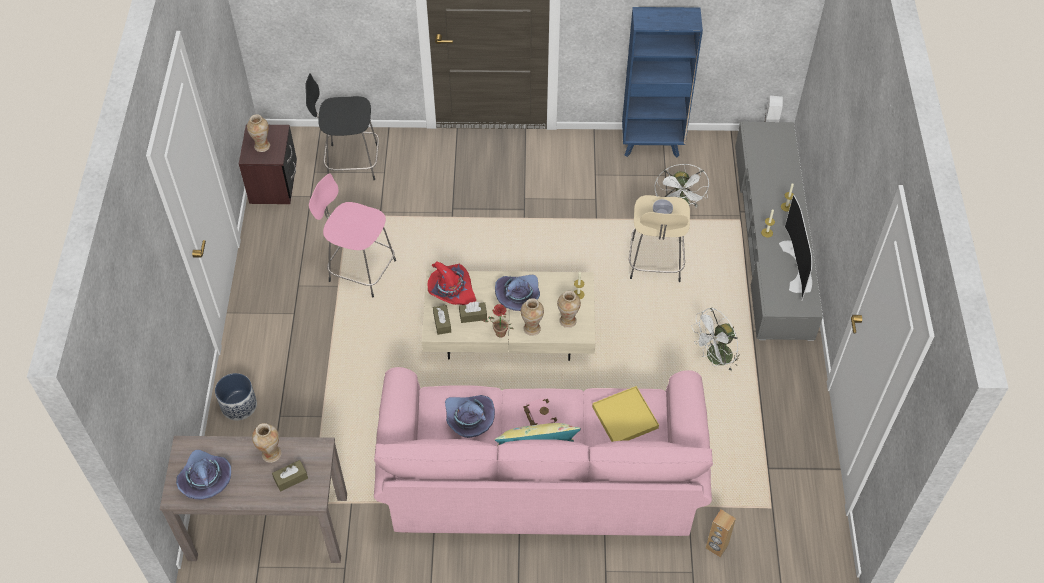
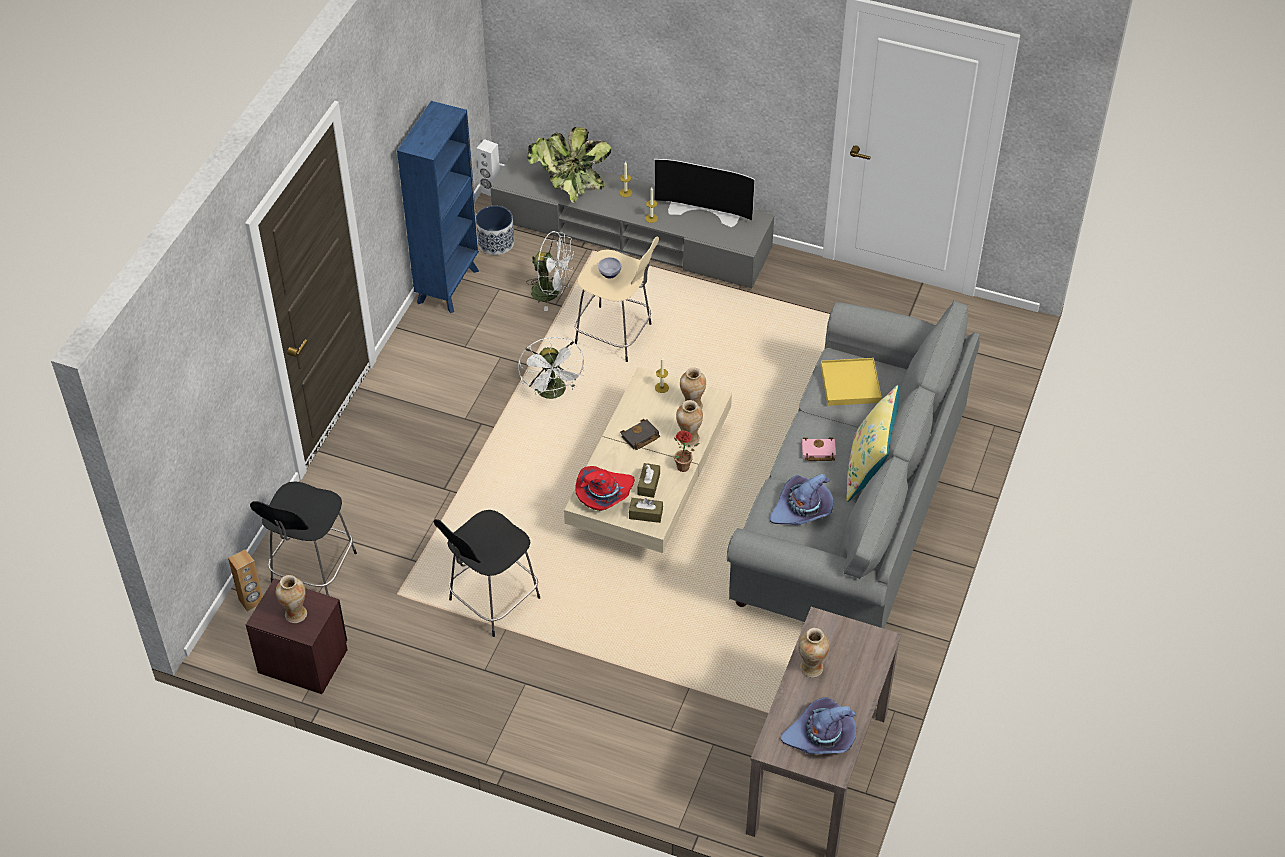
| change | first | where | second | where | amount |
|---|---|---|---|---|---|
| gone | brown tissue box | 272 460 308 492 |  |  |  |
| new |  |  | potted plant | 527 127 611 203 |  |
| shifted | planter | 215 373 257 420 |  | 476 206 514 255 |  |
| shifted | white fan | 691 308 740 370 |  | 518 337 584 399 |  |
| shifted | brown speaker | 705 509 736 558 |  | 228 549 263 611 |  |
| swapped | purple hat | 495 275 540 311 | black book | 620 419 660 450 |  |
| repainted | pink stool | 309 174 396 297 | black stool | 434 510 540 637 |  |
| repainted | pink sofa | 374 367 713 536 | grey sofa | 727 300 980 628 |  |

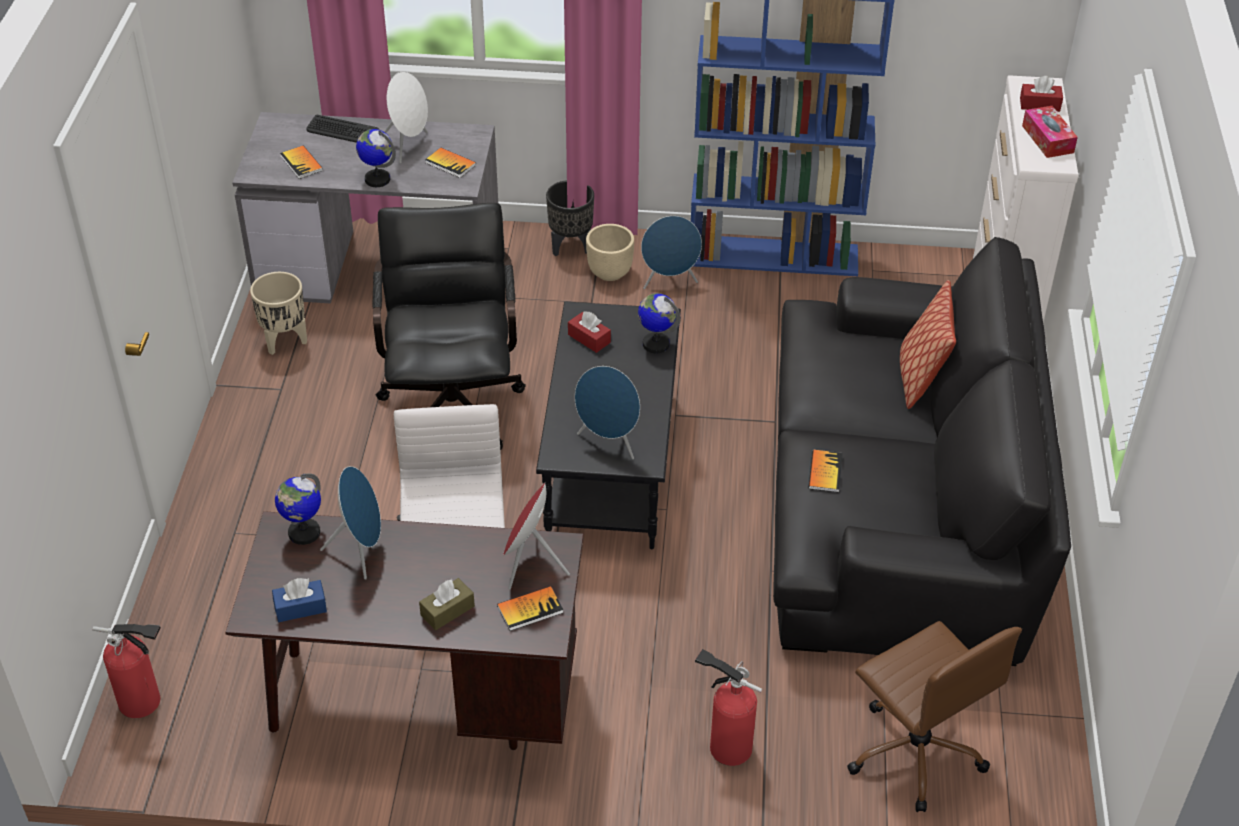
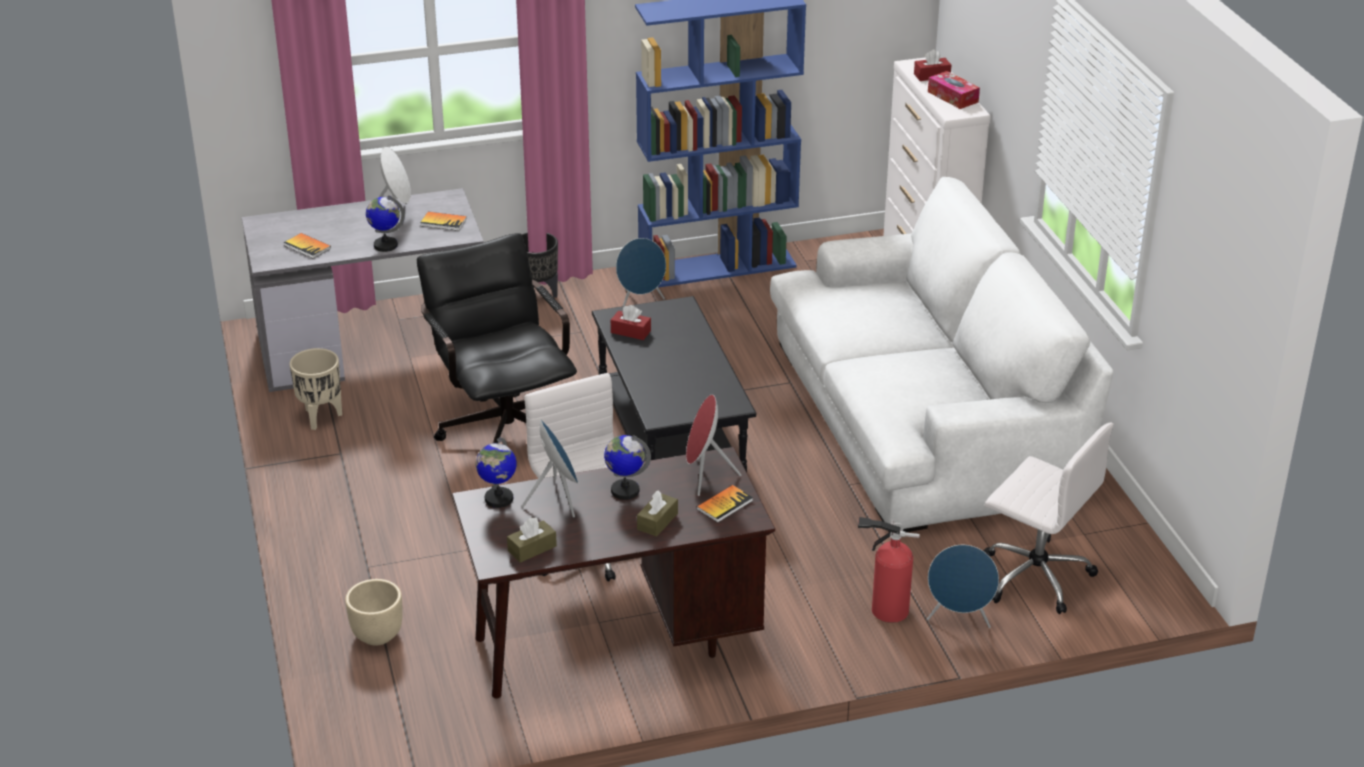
| change | first | where | second | where | amount |
|---|---|---|---|---|---|
| gone | fire extinguisher | 93 619 161 718 |  |  |  |
| gone | keyboard | 306 115 379 143 |  |  |  |
| gone | book | 809 450 843 492 |  |  |  |
| gone | pillow | 900 280 956 409 |  |  |  |
| shifted | blue speaker | 575 366 640 460 |  | 927 545 999 628 |  |
| shifted | beige planter | 586 224 634 281 |  | 345 579 402 646 |  |
| shifted | globe | 638 293 681 353 |  | 604 435 651 500 |  |
| repainted | blue tissue box | 272 578 327 622 | brown tissue box | 507 518 557 563 |  |
| repainted | black sofa | 773 237 1071 666 | white sofa | 770 177 1113 532 |  |
| repainted | brown office chair | 847 621 1022 812 | white office chair | 984 423 1114 614 |  |

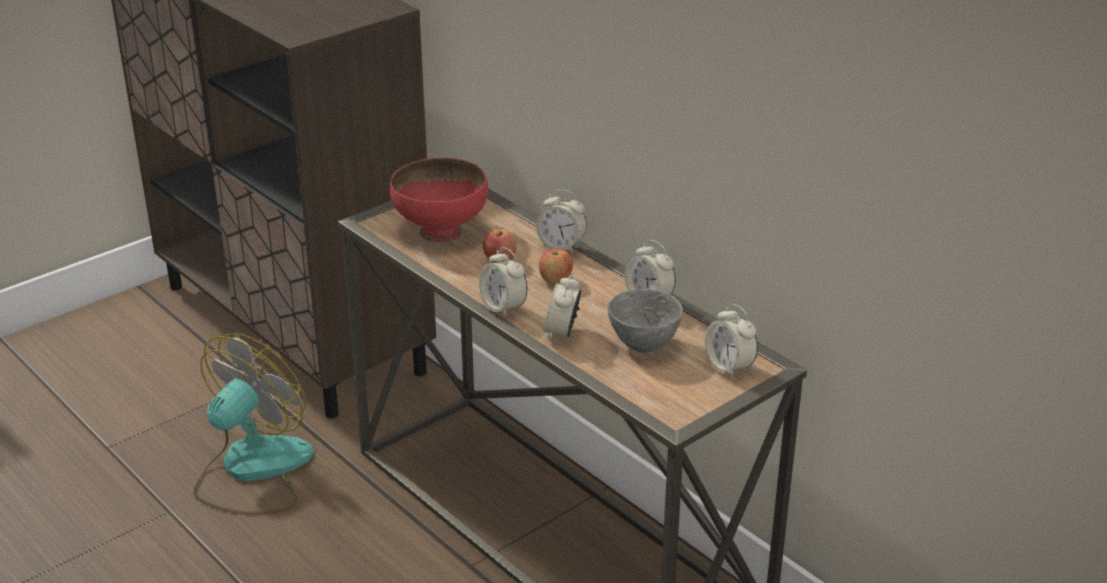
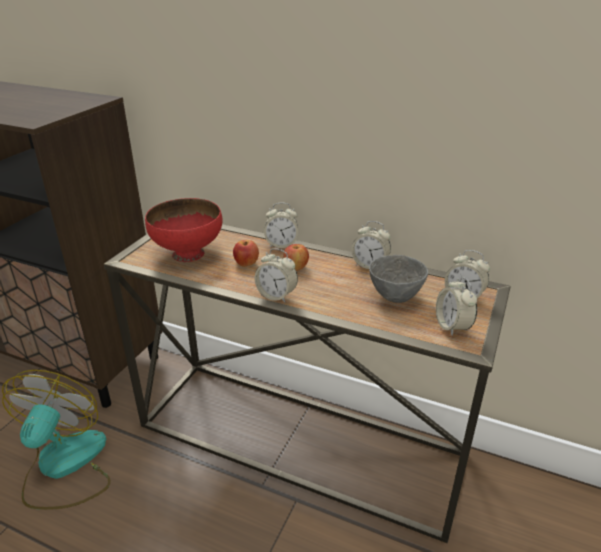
| change | first | where | second | where | amount |
|---|---|---|---|---|---|
| shifted | alarm clock | 544 273 581 341 |  | 436 277 477 336 |  |

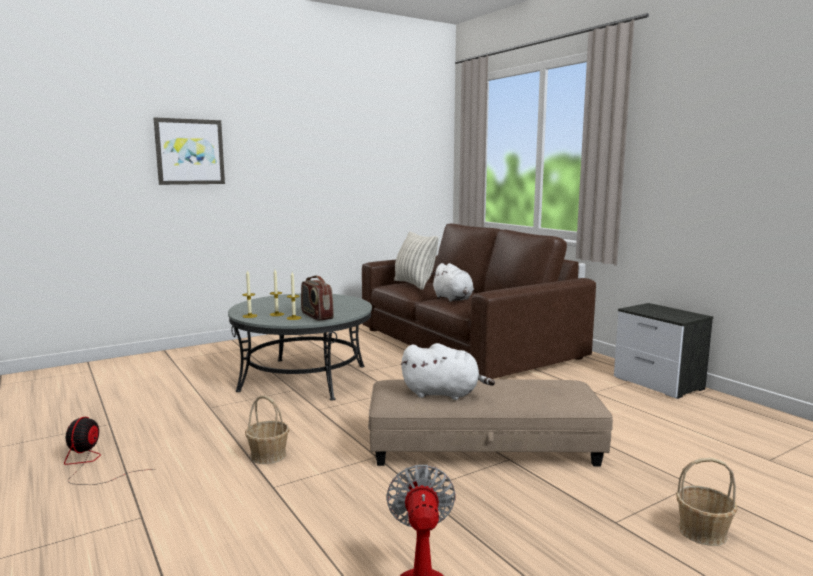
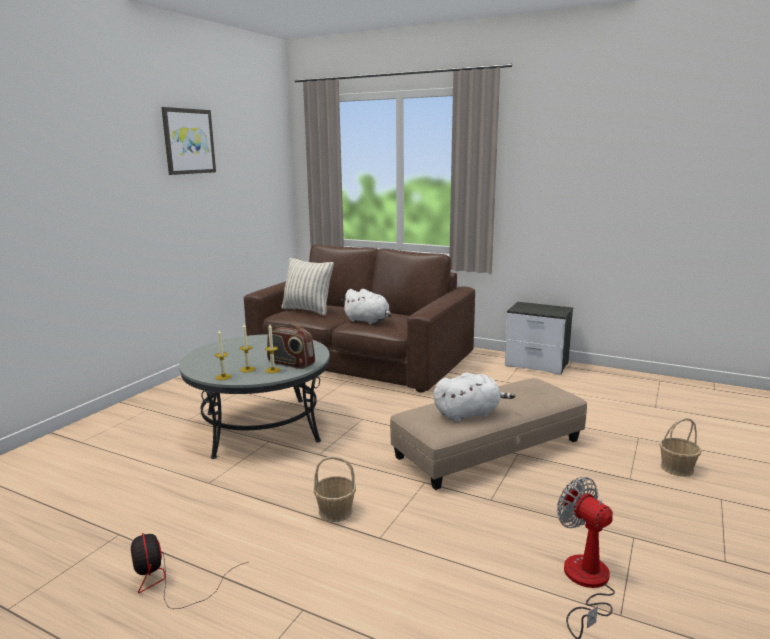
| change | first | where | second | where | amount |
|---|---|---|---|---|---|
| shifted | picture | 153 117 225 185 |  | 161 107 216 175 |  |

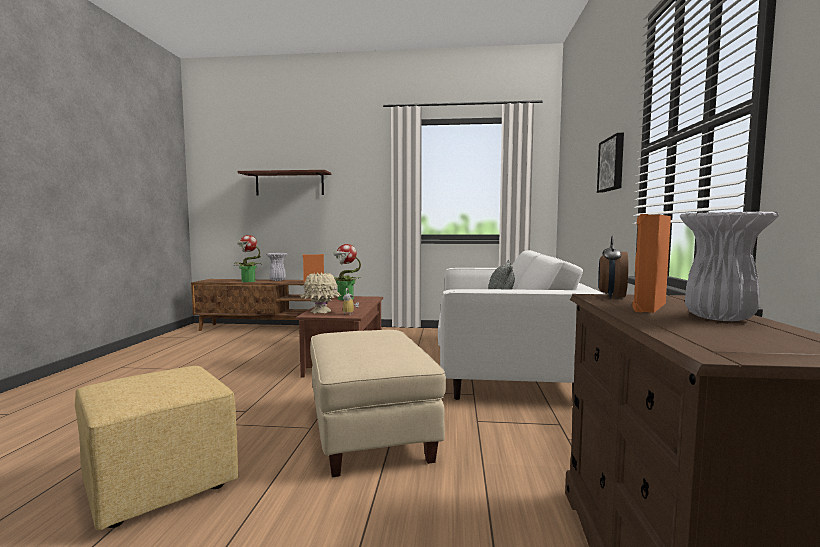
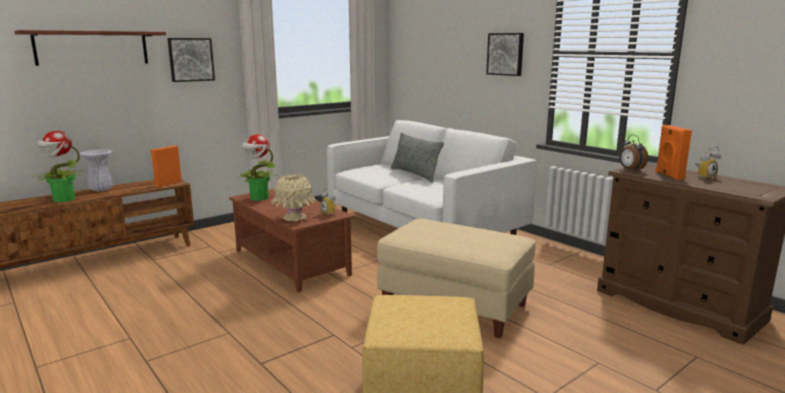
| change | first | where | second | where | amount |
|---|---|---|---|---|---|
| new |  |  | picture | 167 38 215 82 |  |
| swapped | white vase | 680 212 779 321 | alarm clock | 695 145 721 179 |  |

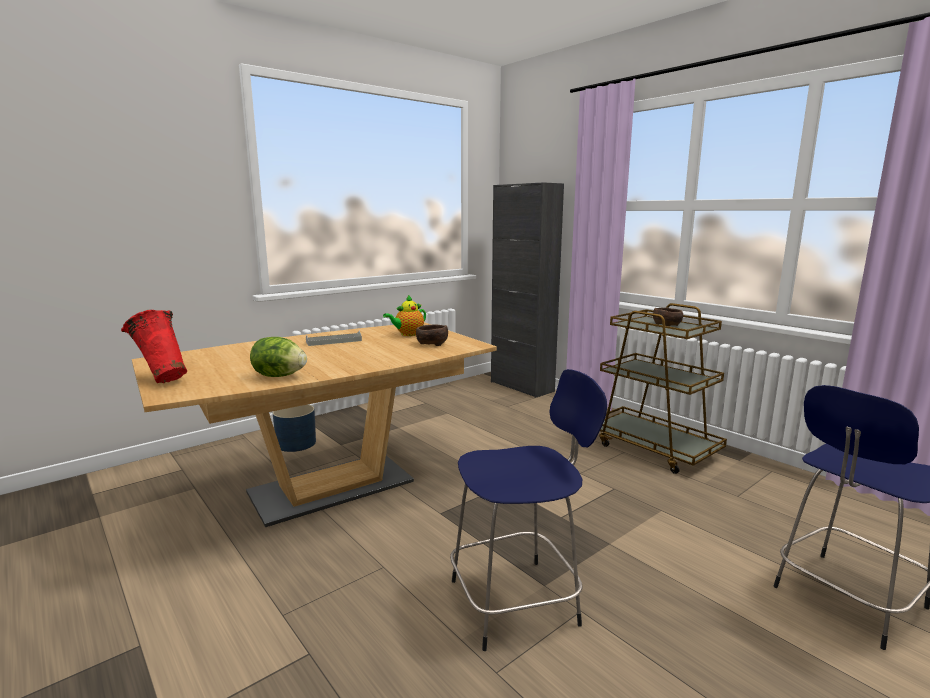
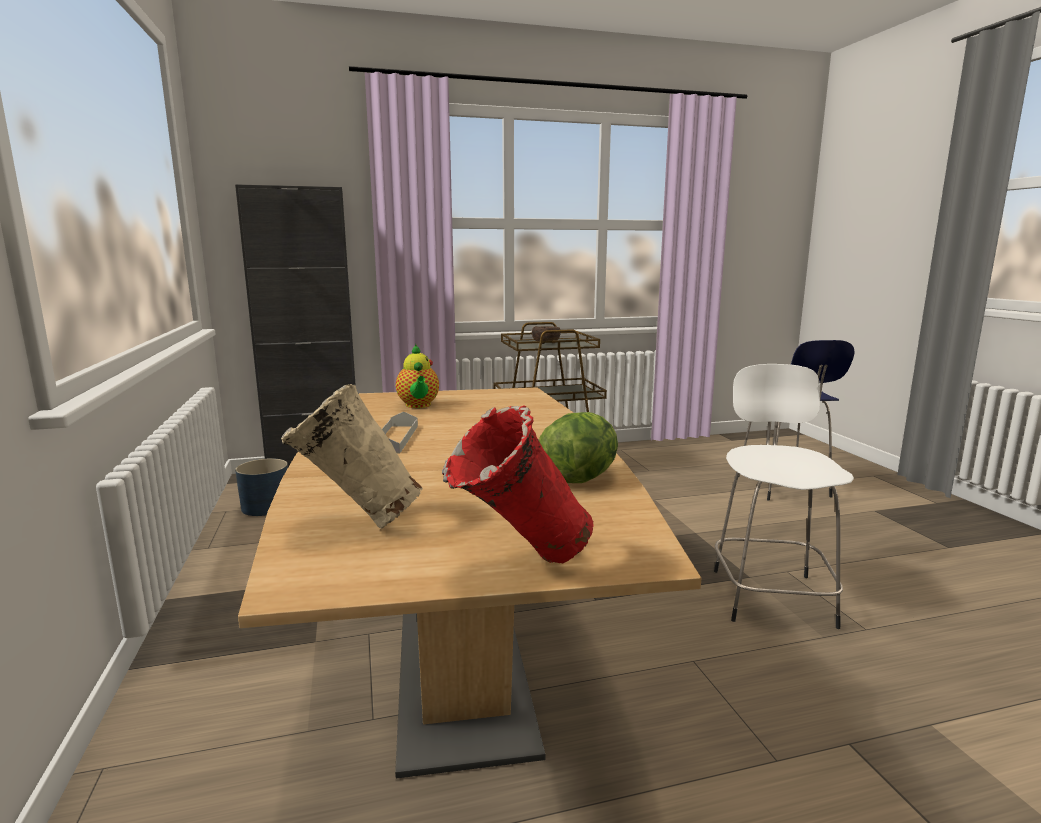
| change | first | where | second | where | amount |
|---|---|---|---|---|---|
| gone | brown bowl | 416 324 448 346 |  |  |  |
| new |  |  | beige vase | 281 384 423 529 |  |
| shifted | blue planter | 273 404 316 452 |  | 235 458 288 516 |  |
| repainted | blue stool | 450 369 607 651 | white stool | 714 364 854 629 |  |

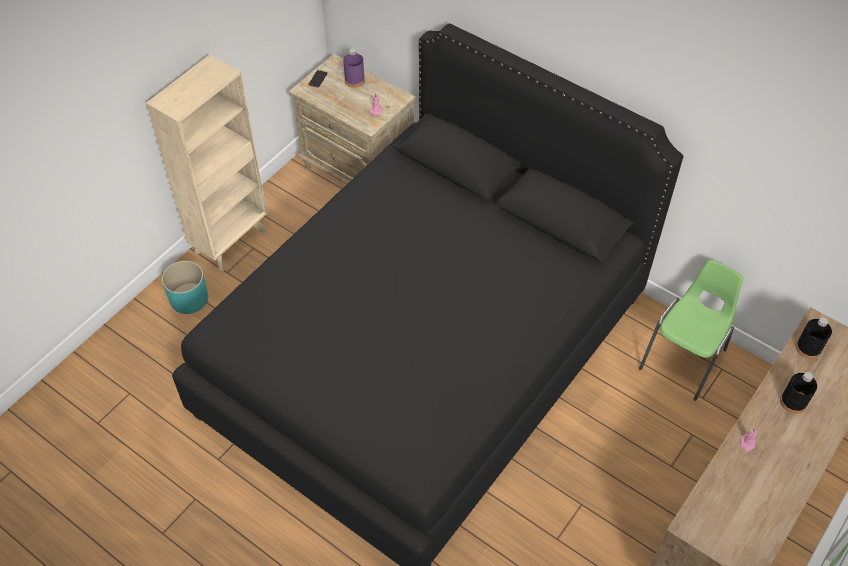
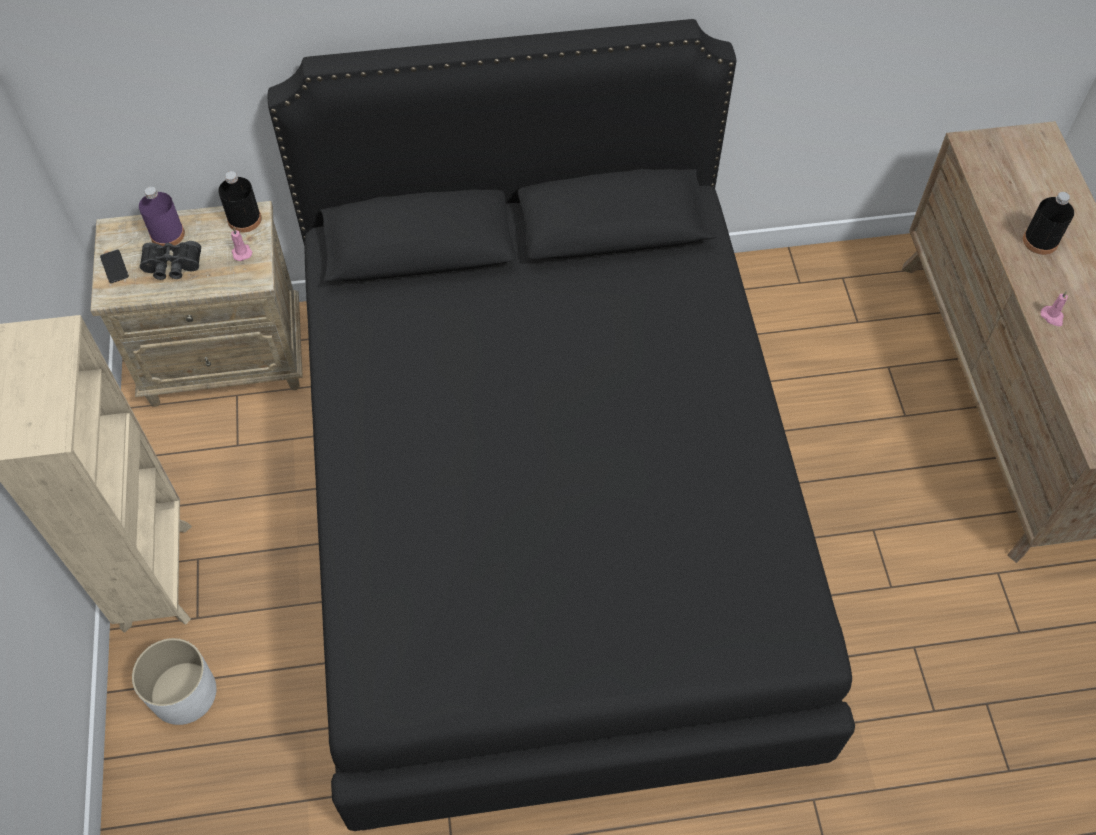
| change | first | where | second | where | amount |
|---|---|---|---|---|---|
| gone | green chair | 639 260 743 401 |  |  |  |
| new |  |  | black binoculars | 140 241 201 280 |  |
| shifted | black bottle | 796 317 832 359 |  | 218 171 262 233 |  |
| repainted | turquoise planter | 162 261 208 314 | white planter | 132 638 216 725 |  |

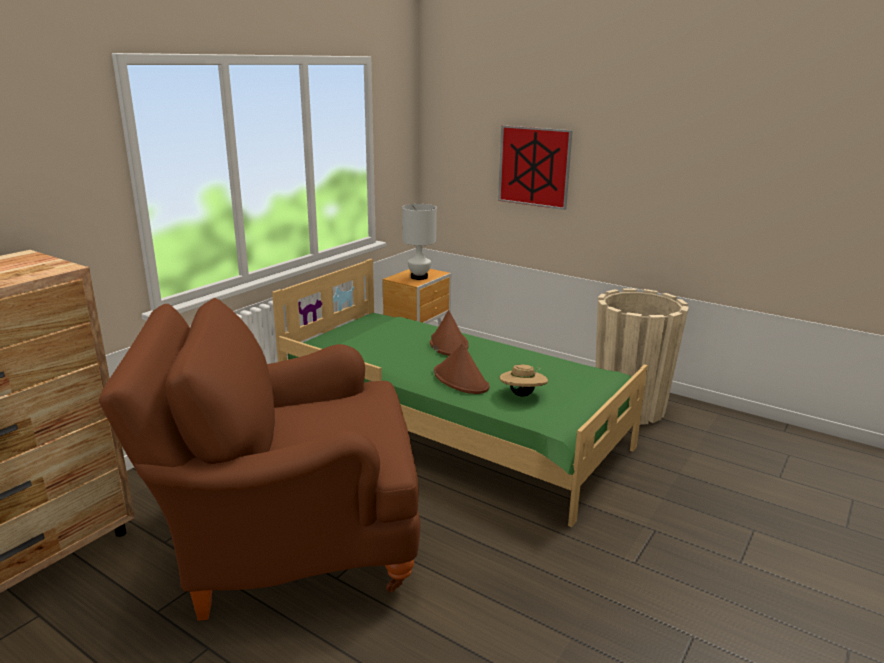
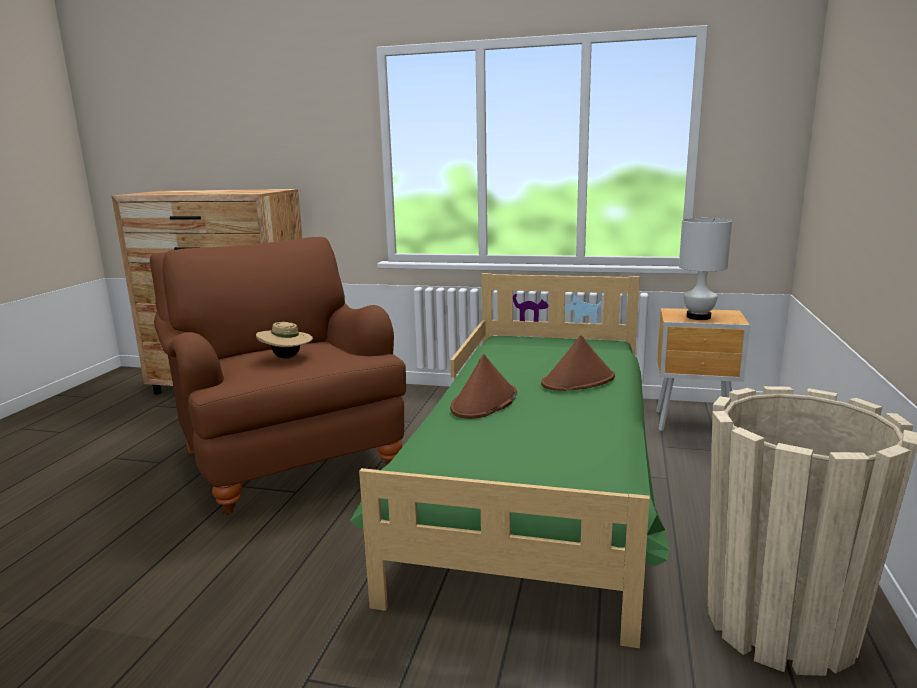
| change | first | where | second | where | amount |
|---|---|---|---|---|---|
| gone | picture | 498 125 573 210 |  |  |  |
| shifted | beige hat | 499 364 548 397 |  | 256 322 313 358 |  |

